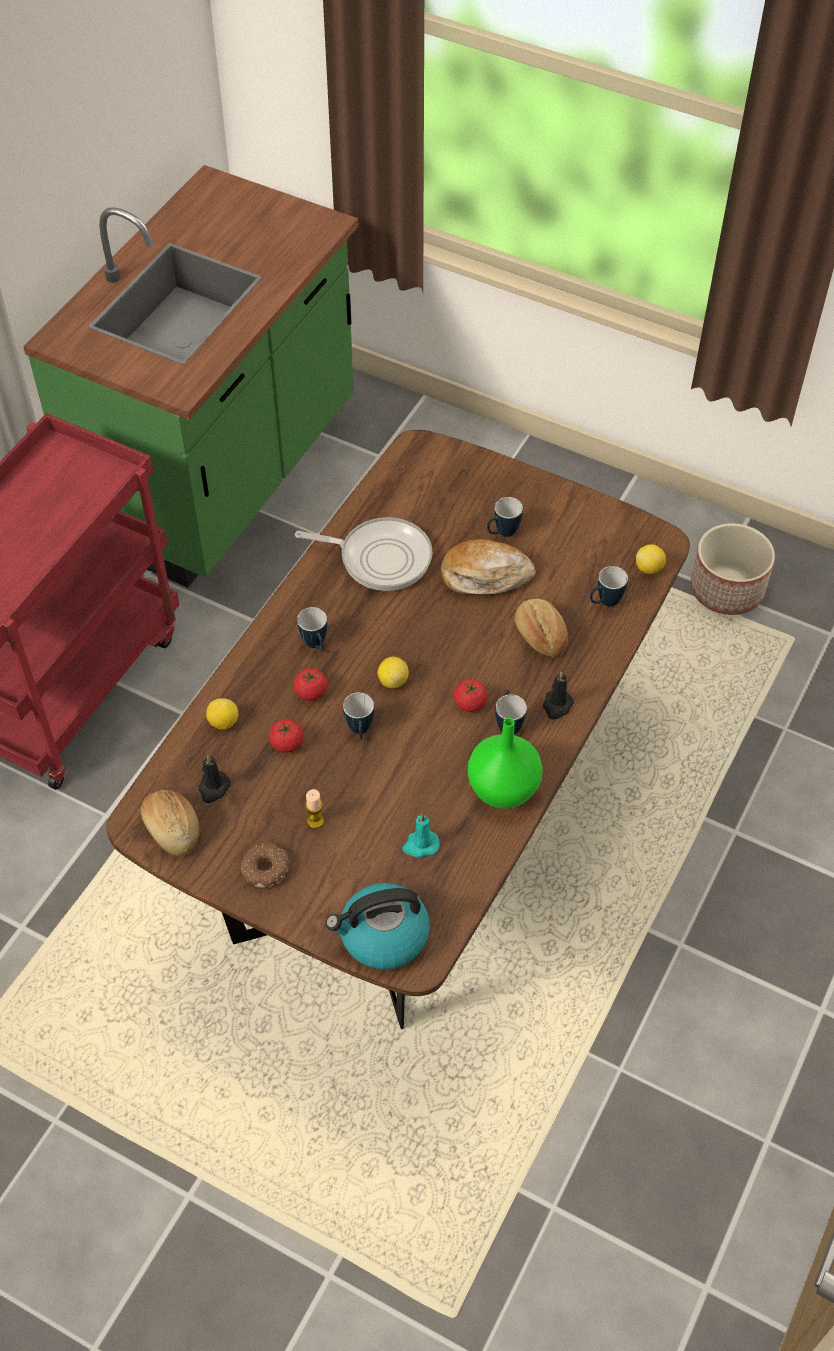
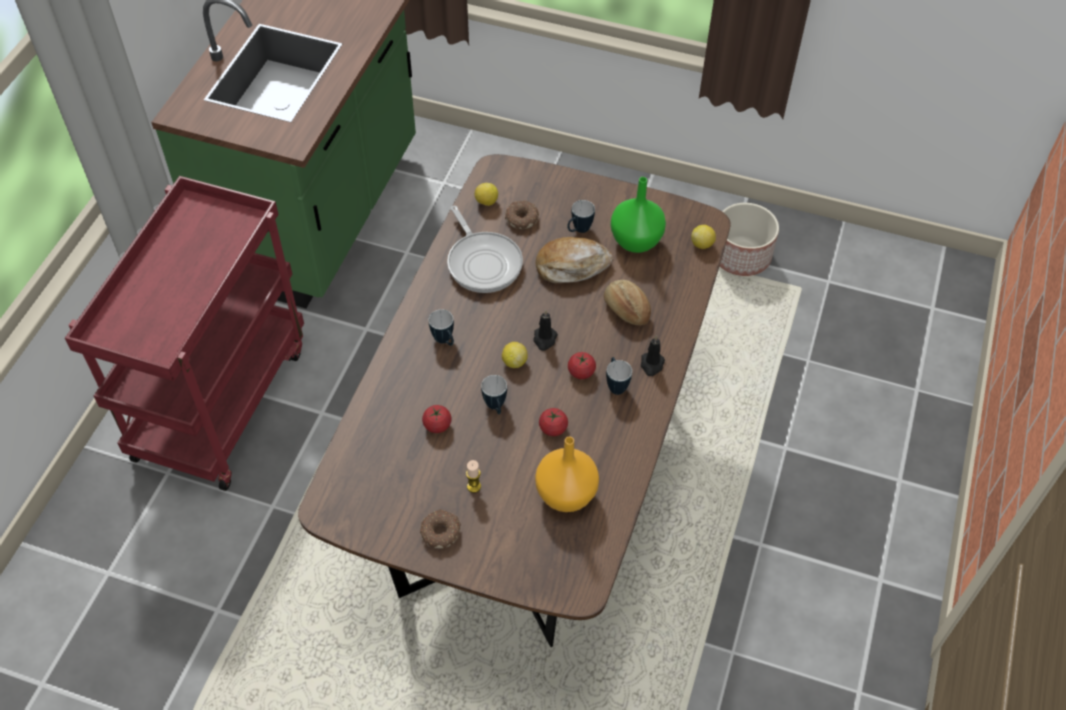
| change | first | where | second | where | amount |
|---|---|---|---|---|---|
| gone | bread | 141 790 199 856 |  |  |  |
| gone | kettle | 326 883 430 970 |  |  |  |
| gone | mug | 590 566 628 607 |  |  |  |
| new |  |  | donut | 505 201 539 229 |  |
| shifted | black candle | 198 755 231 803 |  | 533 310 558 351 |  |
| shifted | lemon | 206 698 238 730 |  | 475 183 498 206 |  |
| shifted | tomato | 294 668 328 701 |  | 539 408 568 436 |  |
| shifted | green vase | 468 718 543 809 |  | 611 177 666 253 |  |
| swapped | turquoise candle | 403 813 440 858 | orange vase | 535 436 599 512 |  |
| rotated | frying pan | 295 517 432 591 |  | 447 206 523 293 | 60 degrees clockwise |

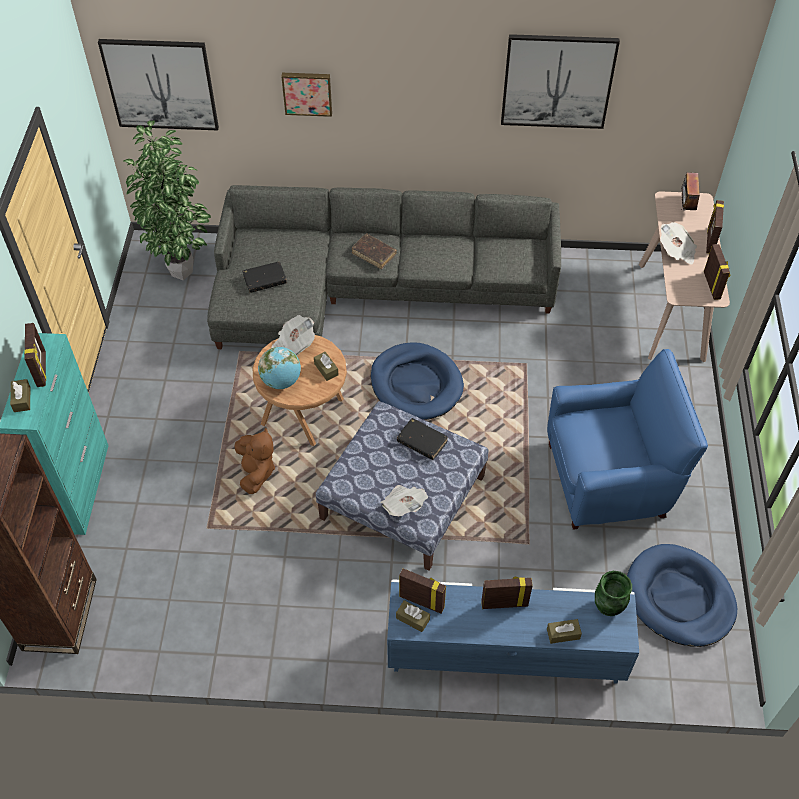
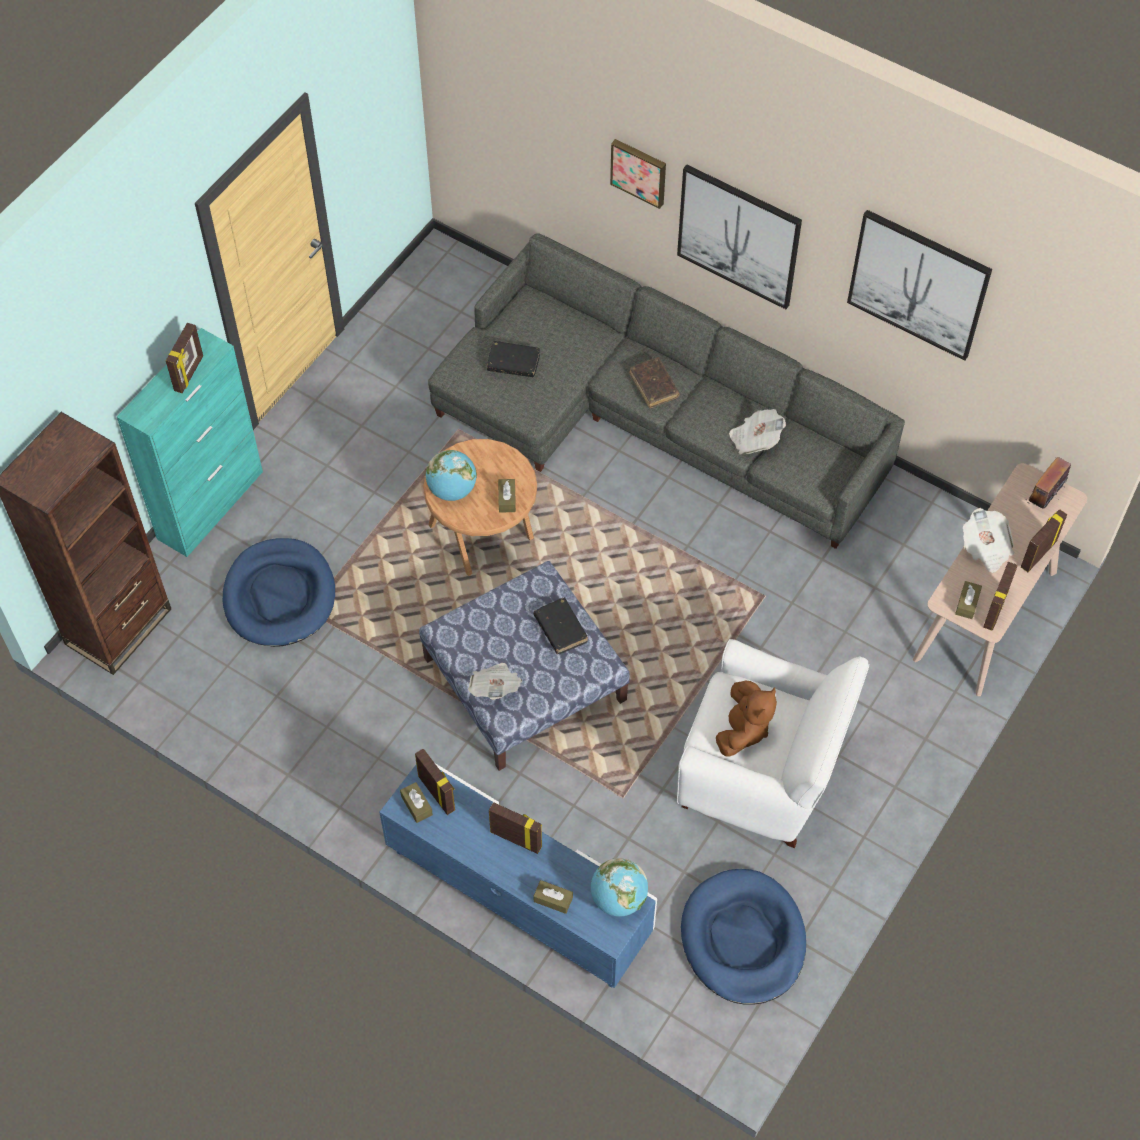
| change | first | where | second | where | amount |
|---|---|---|---|---|---|
| gone | potted plant | 124 121 211 281 |  |  |  |
| shifted | brown tissue box | 10 379 30 412 |  | 955 581 982 619 |  |
| shifted | picture | 98 39 219 131 |  | 677 165 802 309 |  |
| shifted | brown plush toy | 235 427 275 494 |  | 716 680 777 757 |  |
| shifted | newspaper | 271 315 315 355 |  | 729 409 786 455 |  |
| shifted | blue dog bed | 370 342 464 420 |  | 223 538 335 647 |  |
| swapped | green vase | 595 571 632 616 | globe | 591 858 648 916 |  |
| repainted | blue armchair | 547 349 708 530 | white armchair | 677 639 869 848 |  |

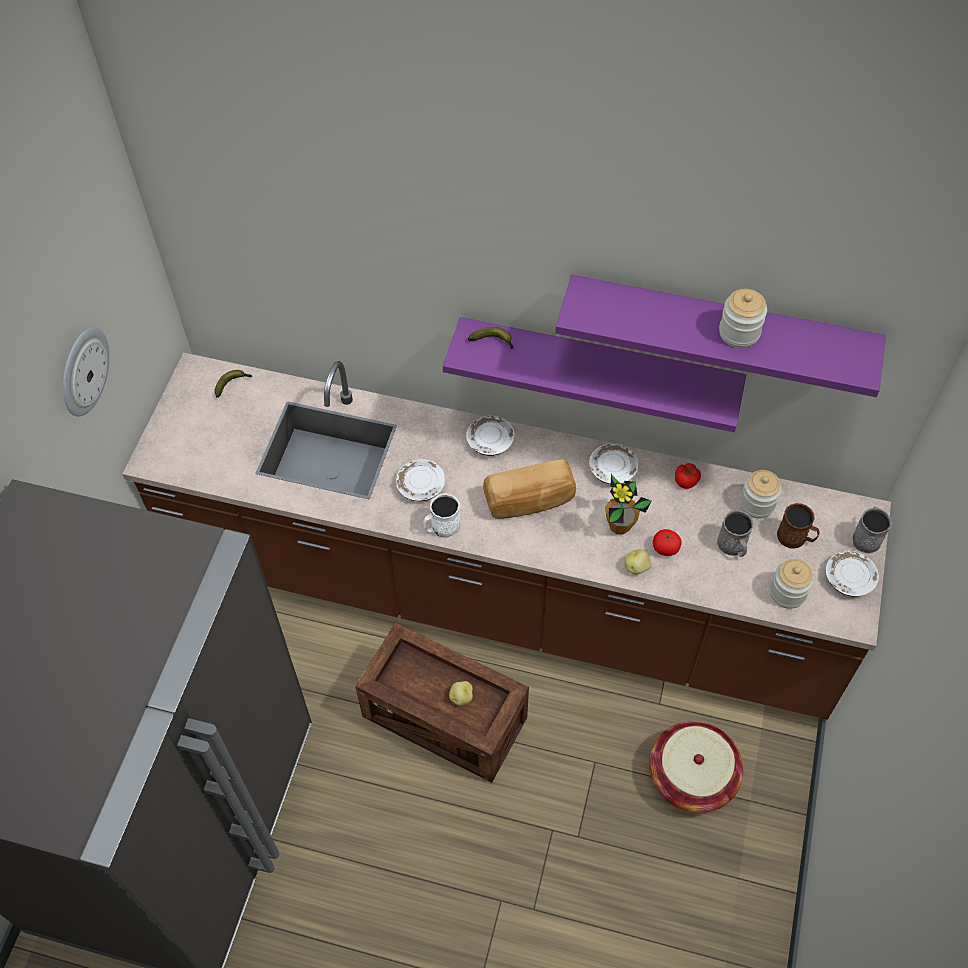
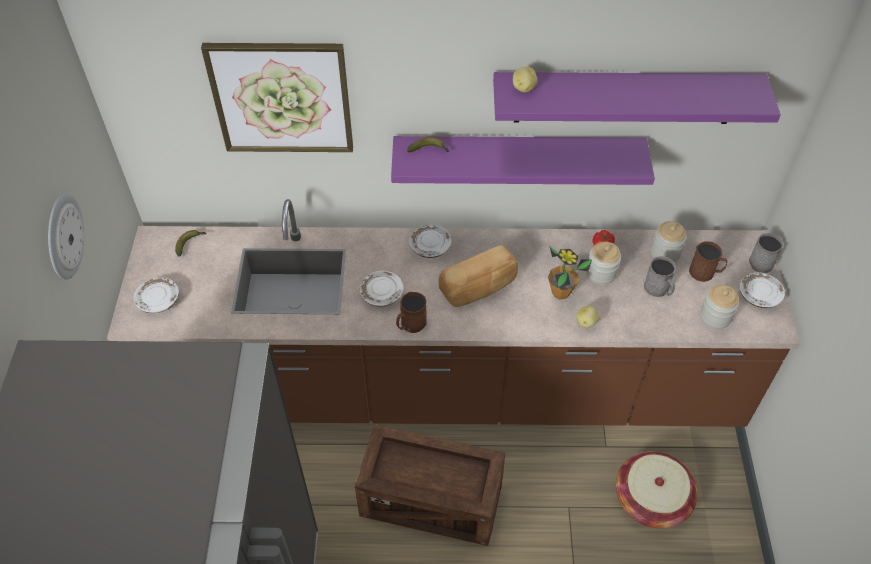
| change | first | where | second | where | amount |
|---|---|---|---|---|---|
| gone | tomato | 653 529 682 556 |  |  |  |
| new |  |  | picture | 201 43 353 152 |  |
| shifted | potato | 449 681 473 705 |  | 513 67 538 92 |  |
| shifted | white plate | 589 444 639 484 |  | 134 277 179 313 |  |
| shifted | jar | 719 289 767 348 |  | 586 241 621 285 |  |
| repainted | white mug | 423 493 460 539 | brown mug | 396 292 427 333 |  |

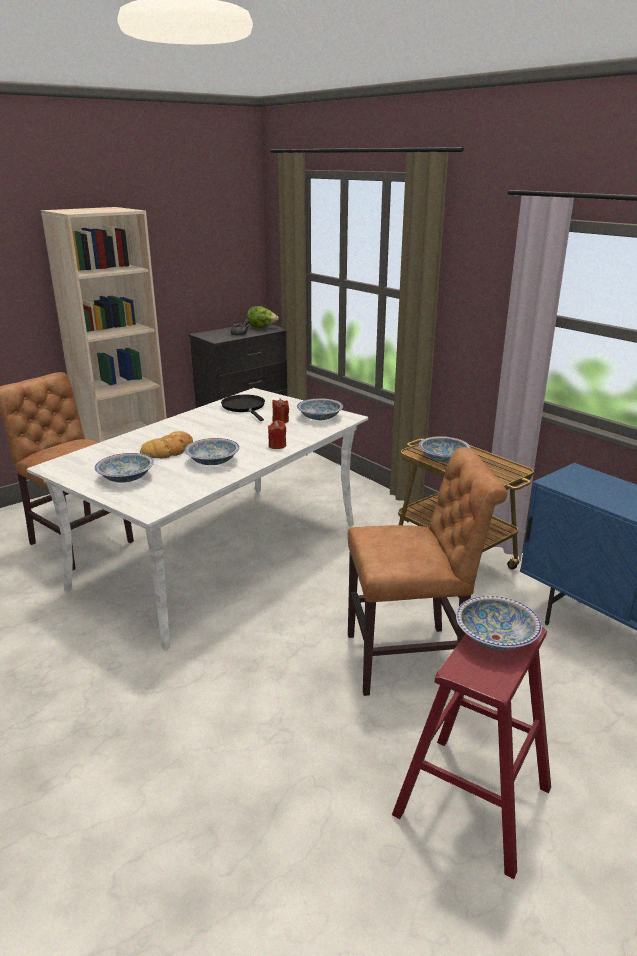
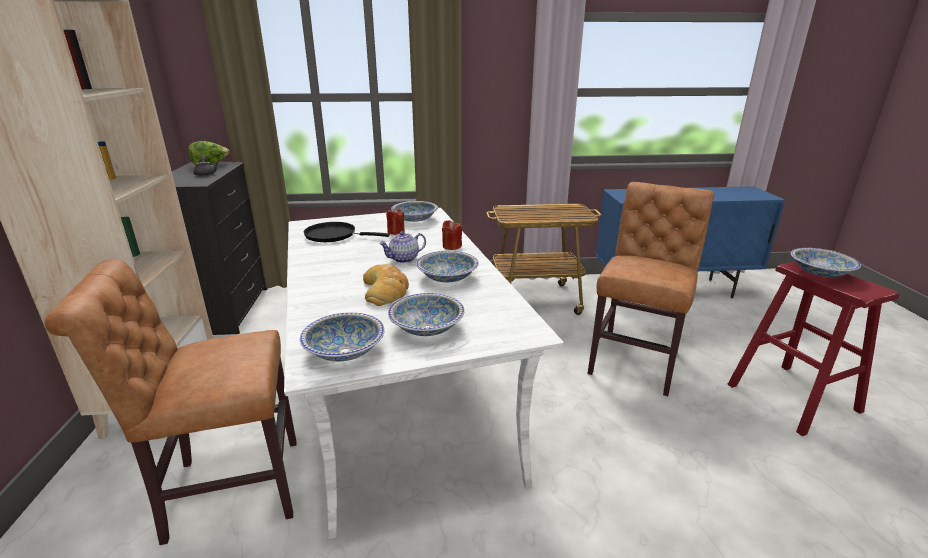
| change | first | where | second | where | amount |
|---|---|---|---|---|---|
| new |  |  | teapot | 379 231 426 263 |  |
| shifted | bowl | 419 436 471 462 |  | 300 312 385 361 |  |

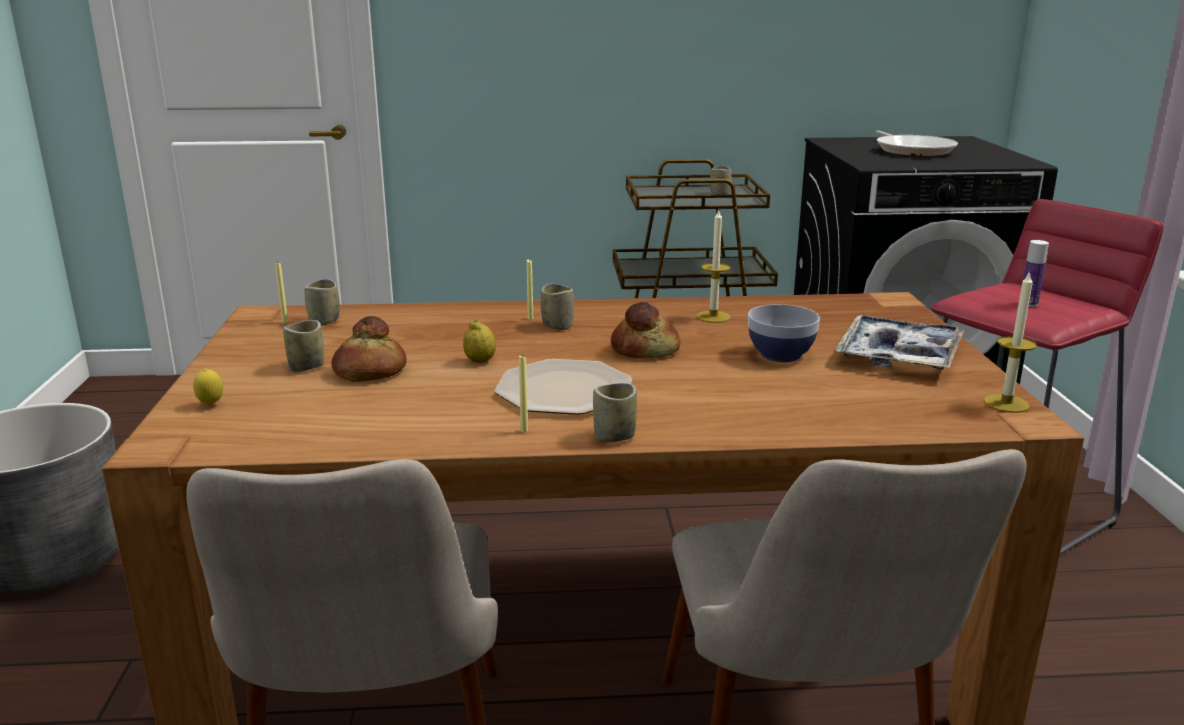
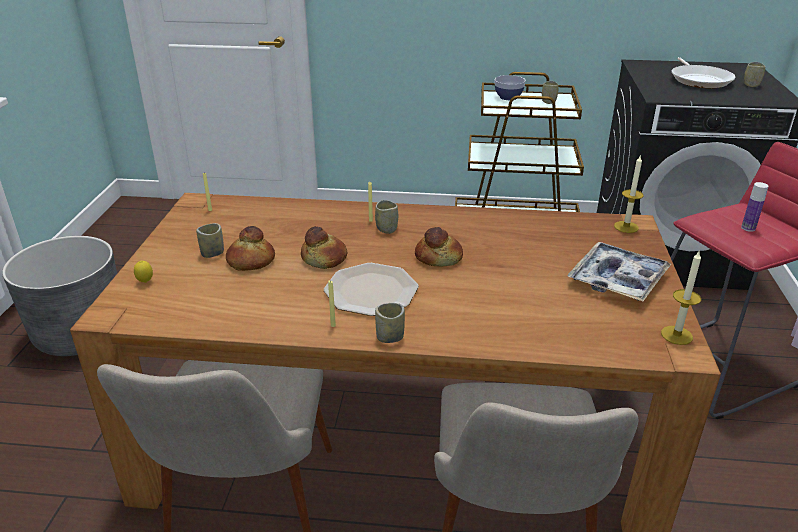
| change | first | where | second | where | amount |
|---|---|---|---|---|---|
| shifted | cup | 305 279 340 326 |  | 744 62 765 87 |  |
| shifted | candle | 697 210 731 323 |  | 614 154 644 233 |  |
| shifted | bowl | 748 304 820 362 |  | 495 75 526 100 |  |
| swapped | lemon | 463 320 496 363 | bread | 301 226 347 269 |  |

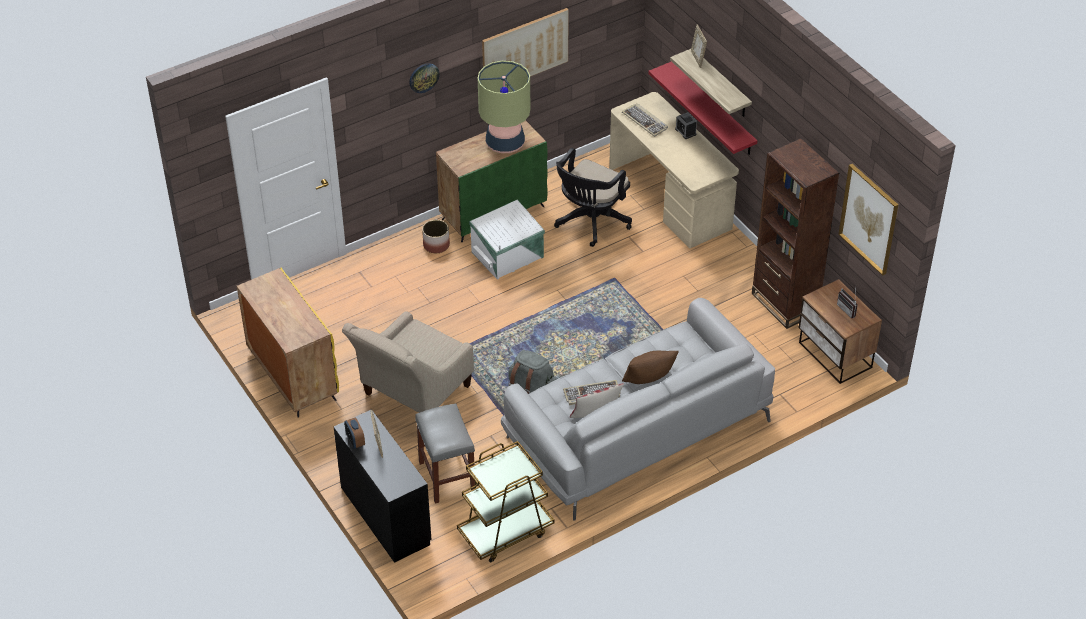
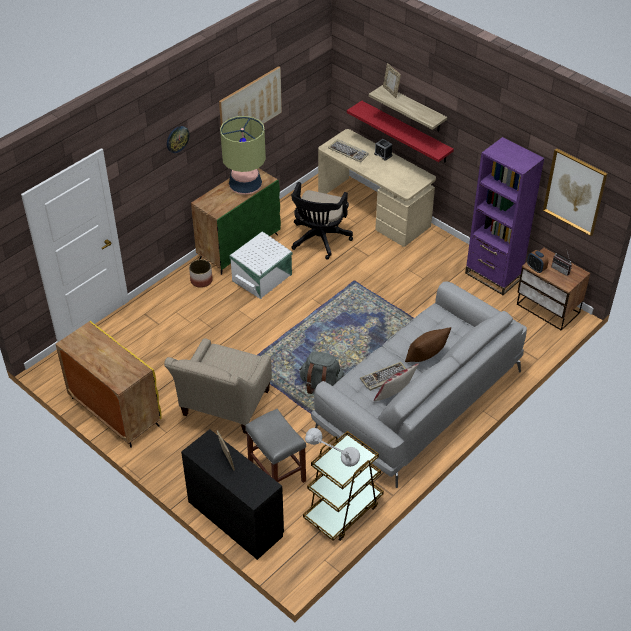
| change | first | where | second | where | amount |
|---|---|---|---|---|---|
| new |  |  | grey table lamp | 305 428 360 467 |  |
| shifted | alarm clock | 344 417 365 449 |  | 527 250 549 273 |  |
| repainted | brown bookcase | 752 138 839 329 | purple bookcase | 465 137 544 295 |  |

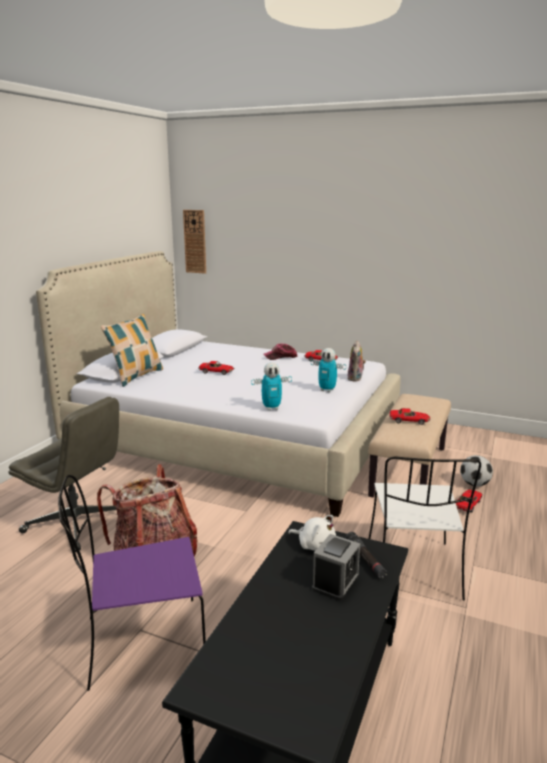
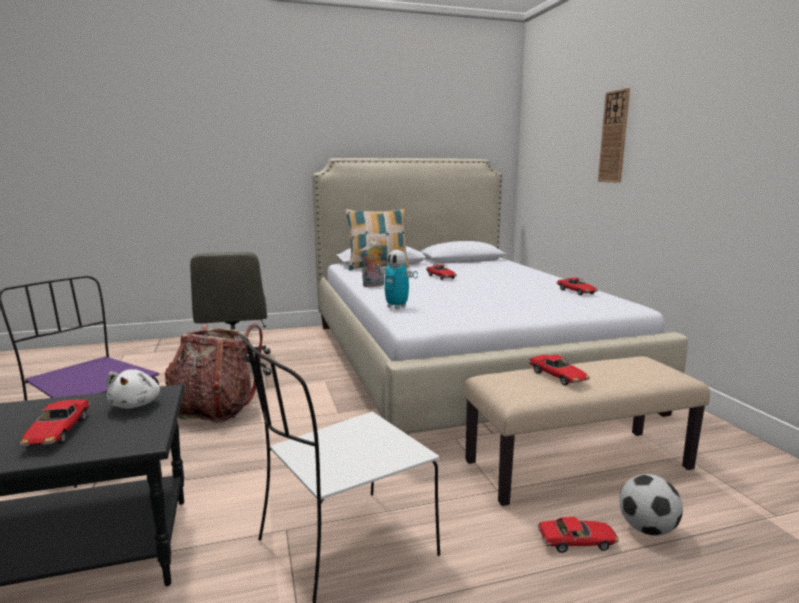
| change | first | where | second | where | amount |
|---|---|---|---|---|---|
| gone | cap | 263 343 298 360 |  |  |  |
| gone | toy robot | 311 348 346 392 |  |  |  |
| gone | black flashlight | 345 532 387 579 |  |  |  |
| shifted | wall clock | 183 210 206 274 |  | 598 88 630 183 |  |
| shifted | plush toy | 347 341 366 382 |  | 359 240 384 287 |  |
| swapped | alarm clock | 312 534 360 601 | toy car | 20 399 90 447 |  |

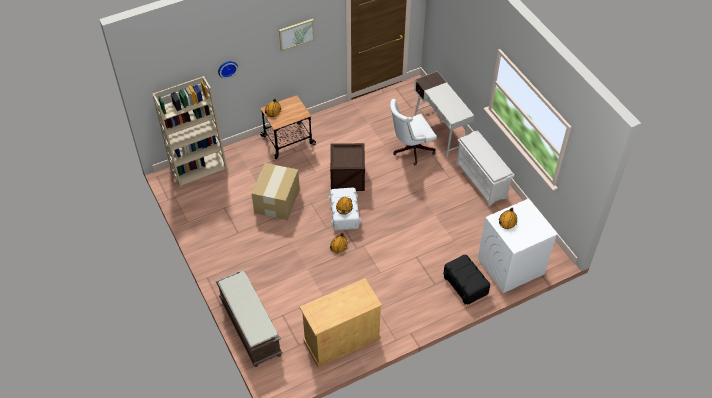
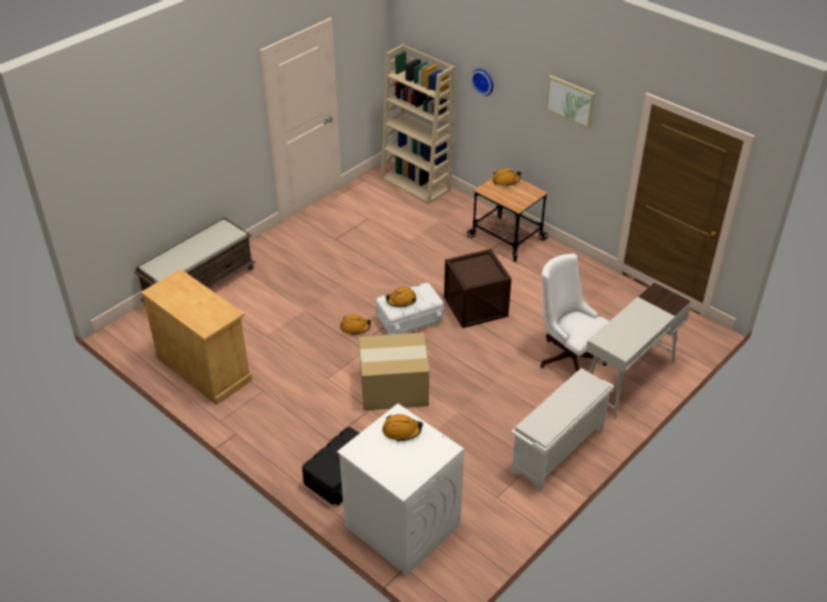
| change | first | where | second | where | amount |
|---|---|---|---|---|---|
| shifted | cardboard box | 252 163 300 220 |  | 359 332 429 411 |  |

